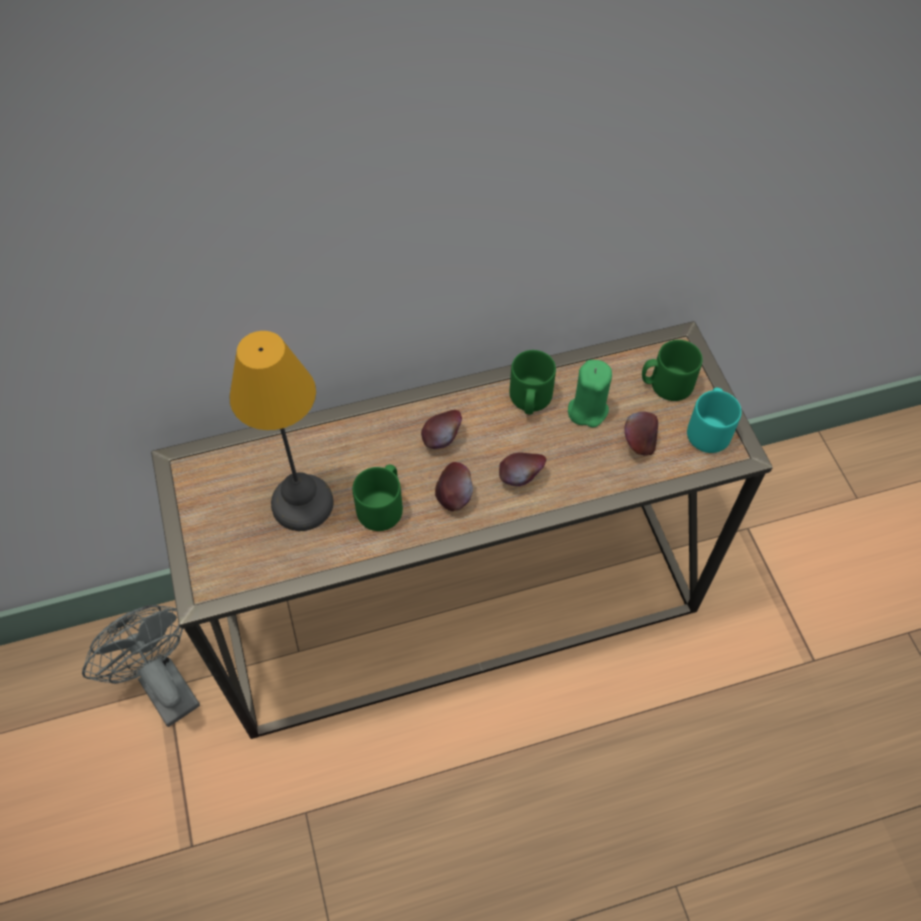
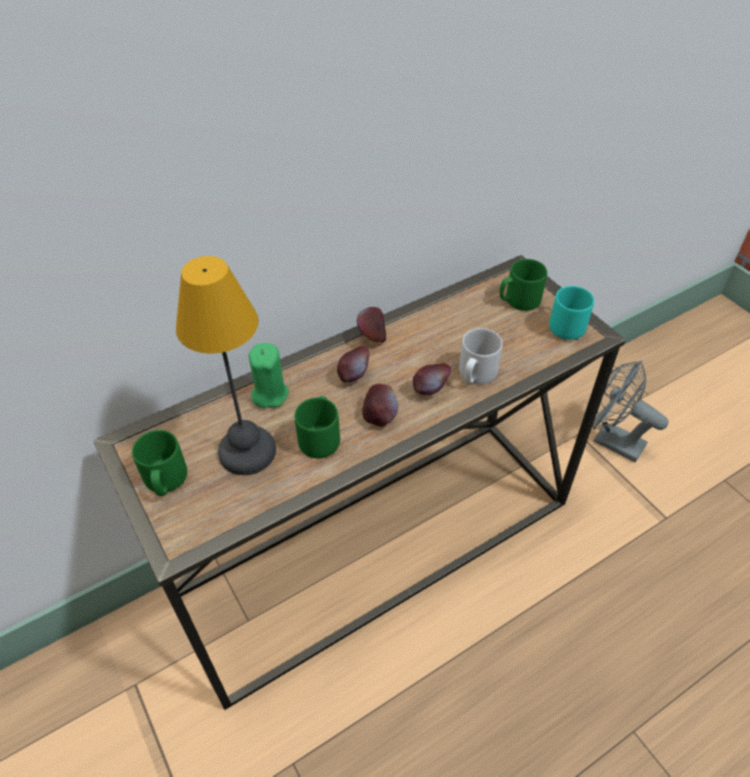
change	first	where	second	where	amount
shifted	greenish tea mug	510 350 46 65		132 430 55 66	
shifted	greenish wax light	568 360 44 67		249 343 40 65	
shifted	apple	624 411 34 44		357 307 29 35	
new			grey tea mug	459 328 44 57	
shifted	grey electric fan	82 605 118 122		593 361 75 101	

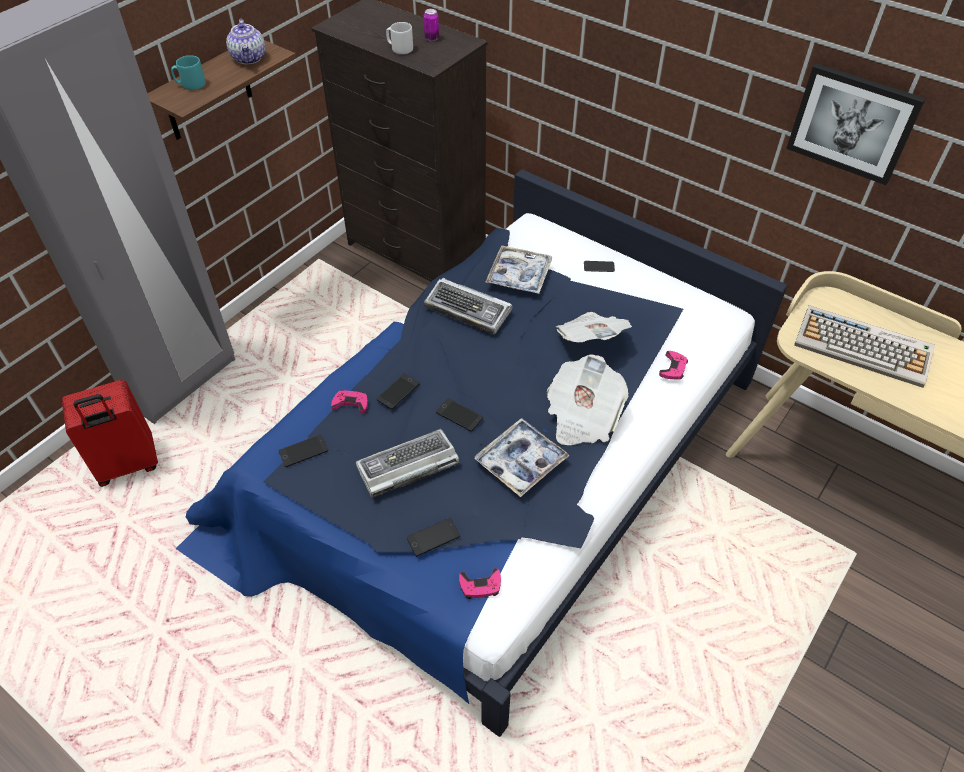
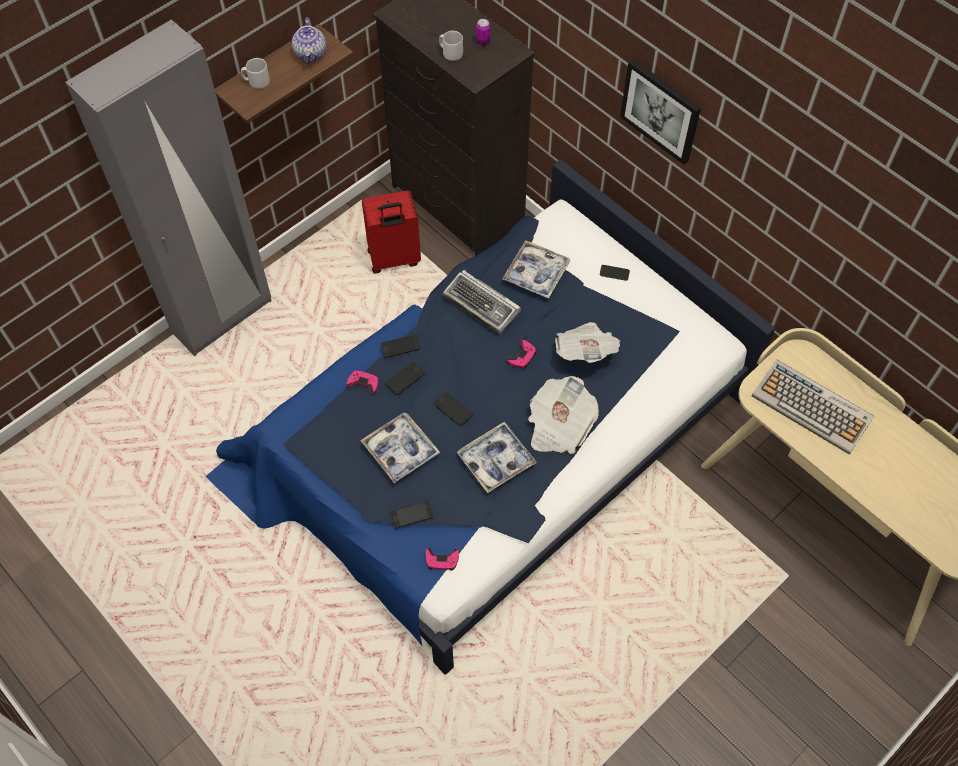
change	first	where	second	where	amount
repainted	turquoise-coloured tea mug	171 55 35 35	grey tea mug	241 58 29 31	
swapped	computer keyboard	356 429 104 69	serving tray	360 412 80 71	
shifted	red travel case	62 380 96 107		362 191 59 83	
shifted	phone	279 435 49 32		381 334 39 24	
shifted	pink-coloured game controller	659 351 29 29		507 340 30 28	
shifted	wall picture	786 63 140 122		620 59 81 106	

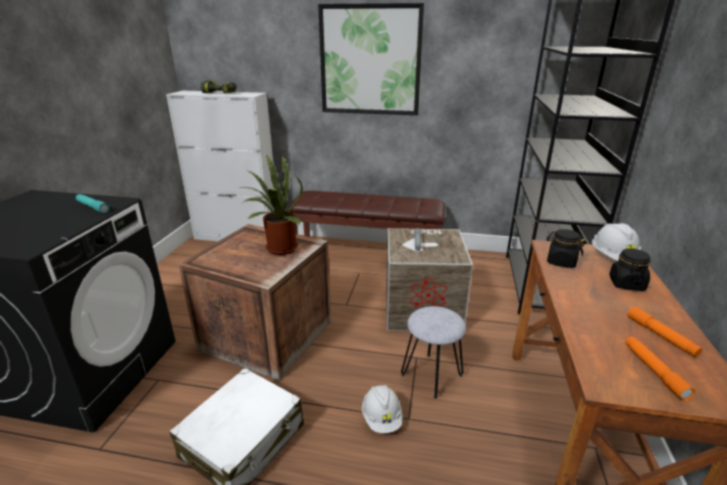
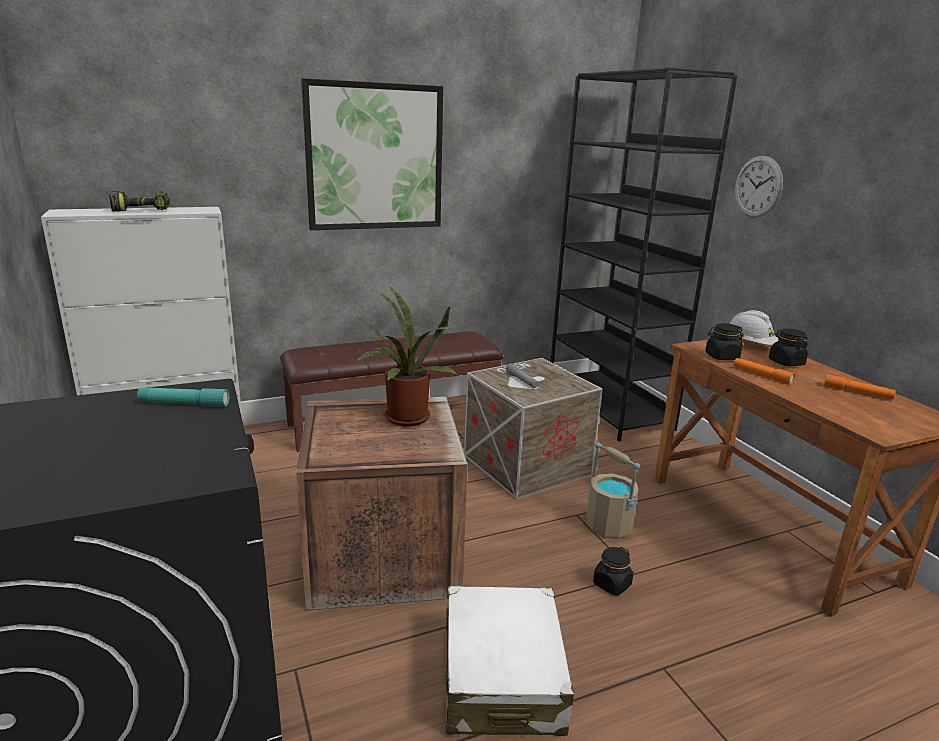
change	first	where	second	where	amount
swapped	grey stool	401 306 65 93	sand-coloured bucket	586 442 54 96	
swapped	white-coloured safety helmet	362 385 40 48	black-coloured jar	593 547 40 48	
shifted	orange flashlight	625 336 70 65		734 358 61 27	
new			wall clock	735 156 48 61	

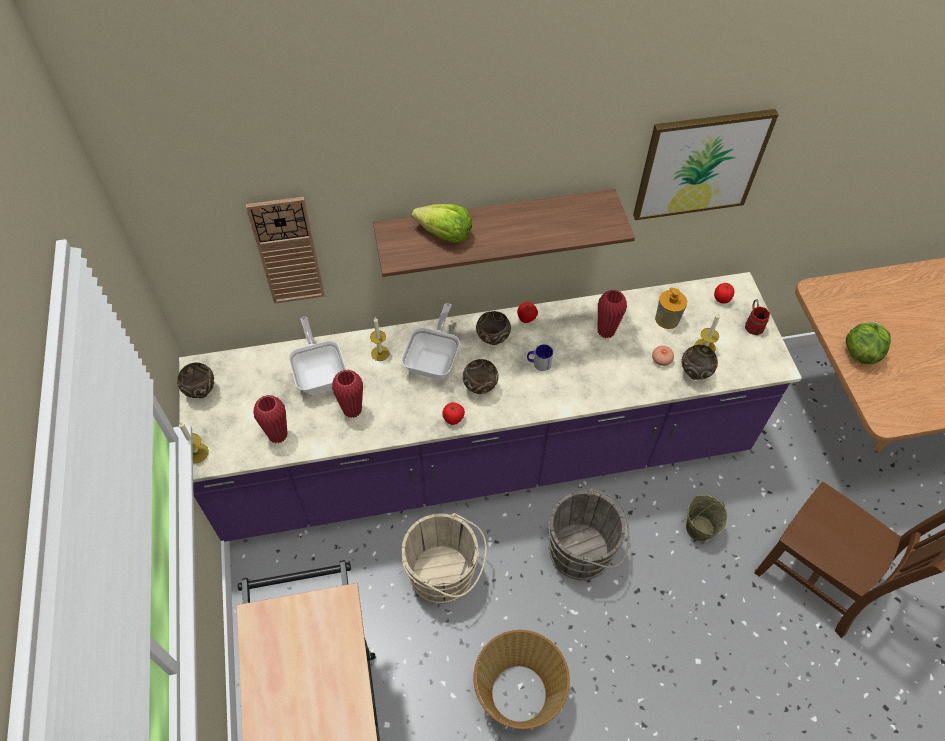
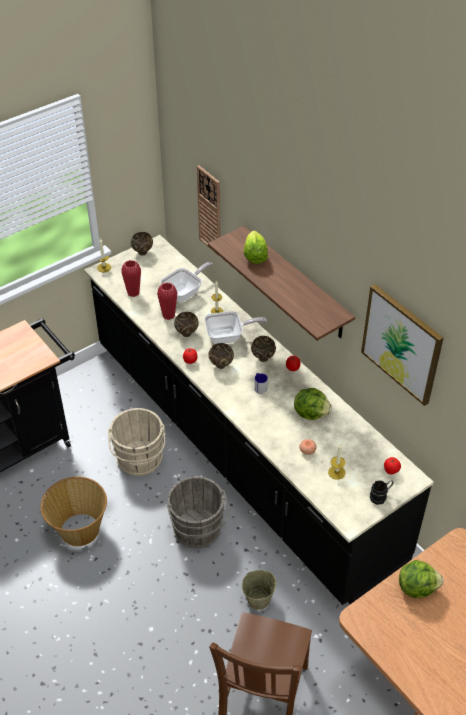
change	first	where	second	where	amount
repainted	purple-coloured kitchen counter	179 272 623 270	black-coloured kitchen counter	84 235 350 370	
shifted	brown-coloured bowl	682 345 36 35		174 312 25 25	
swapped	red flower vase	598 290 29 49	head of lettuce	294 388 38 32	
repainted	red tea mug	745 300 25 35	black-coloured tea mug	370 480 23 25	
gone	soap bottle	655 288 32 41			

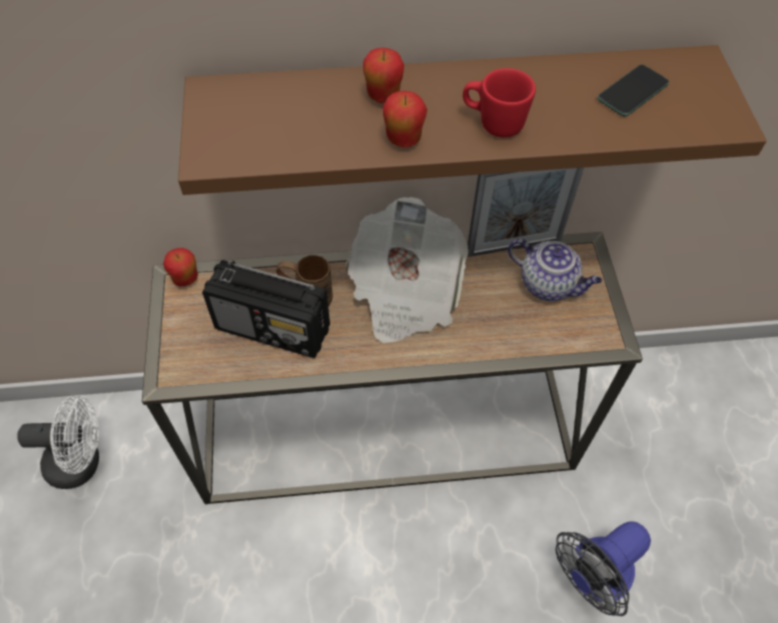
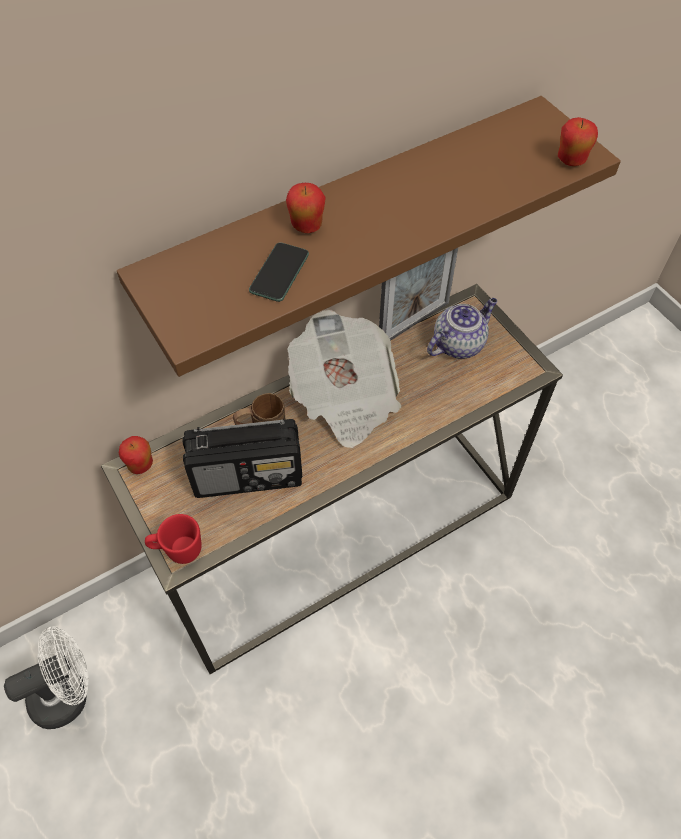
change	first	where	second	where	amount
shifted	red tea mug	463 68 73 70		145 514 57 50	
shifted	phone	597 65 72 52		249 242 60 60	
rotated	pot for tea	508 239 94 62		427 298 70 61	45 degrees counterclockwise
shifted	apple	383 91 44 56		558 117 40 49	
gone	electric fan	555 521 96 95			

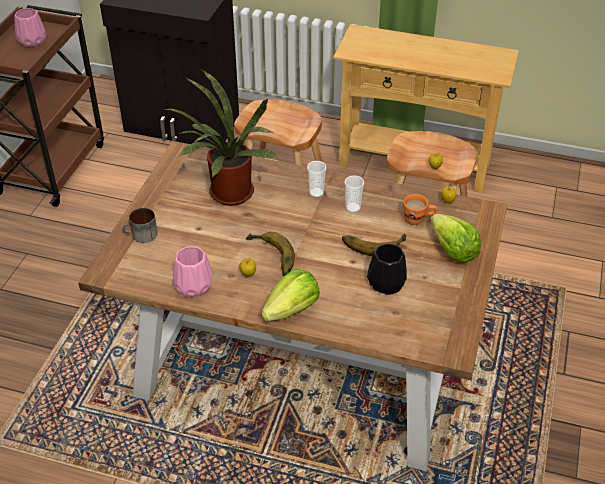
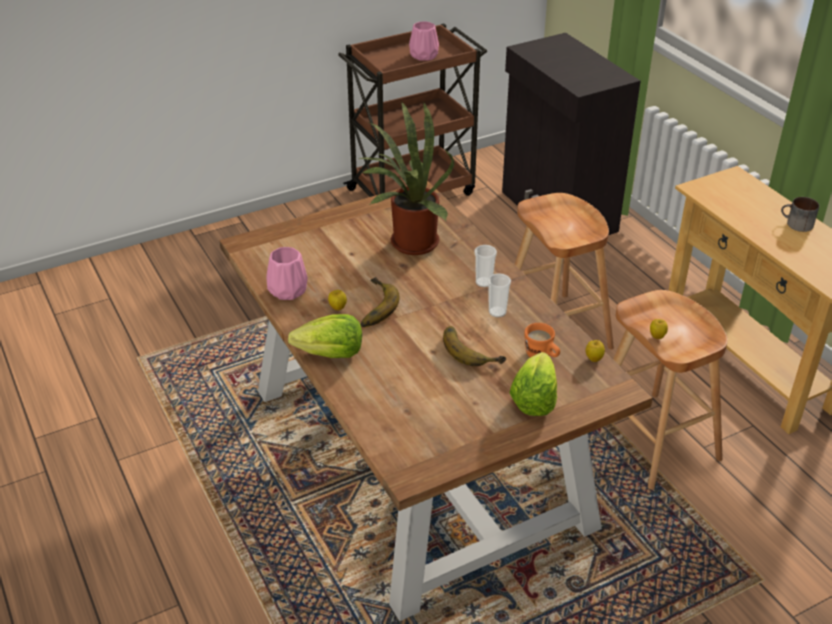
change	first	where	second	where	amount
shifted	tea mug	122 208 36 35		781 197 38 35	
gone	black-coloured flower vase	367 244 40 51			

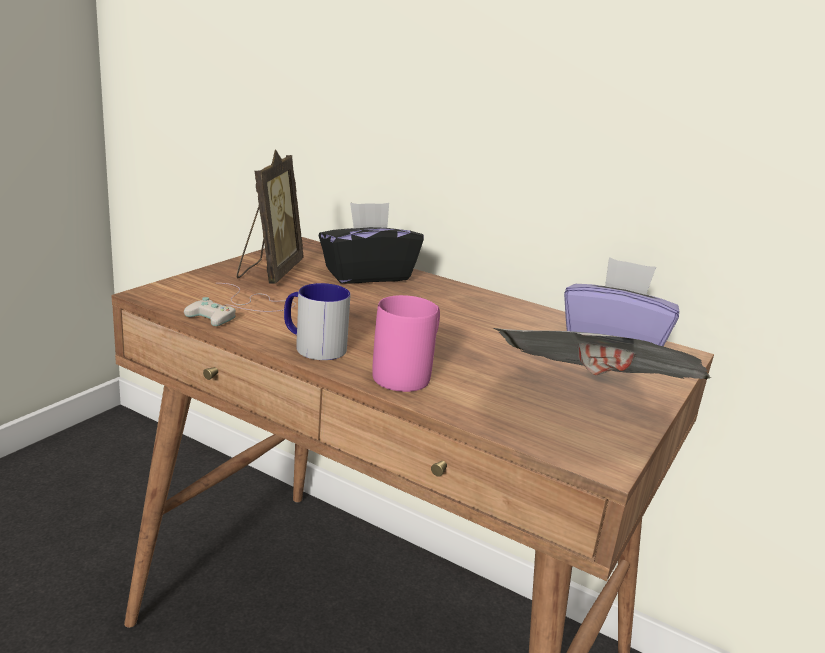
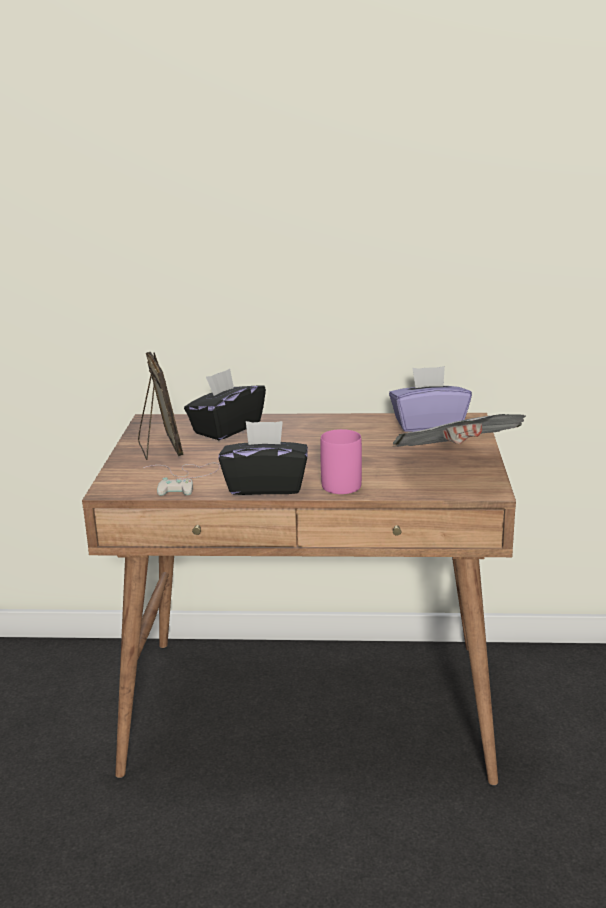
change	first	where	second	where	amount
swapped	tea mug	284 283 67 77	black-coloured tissue holder	219 421 89 74	

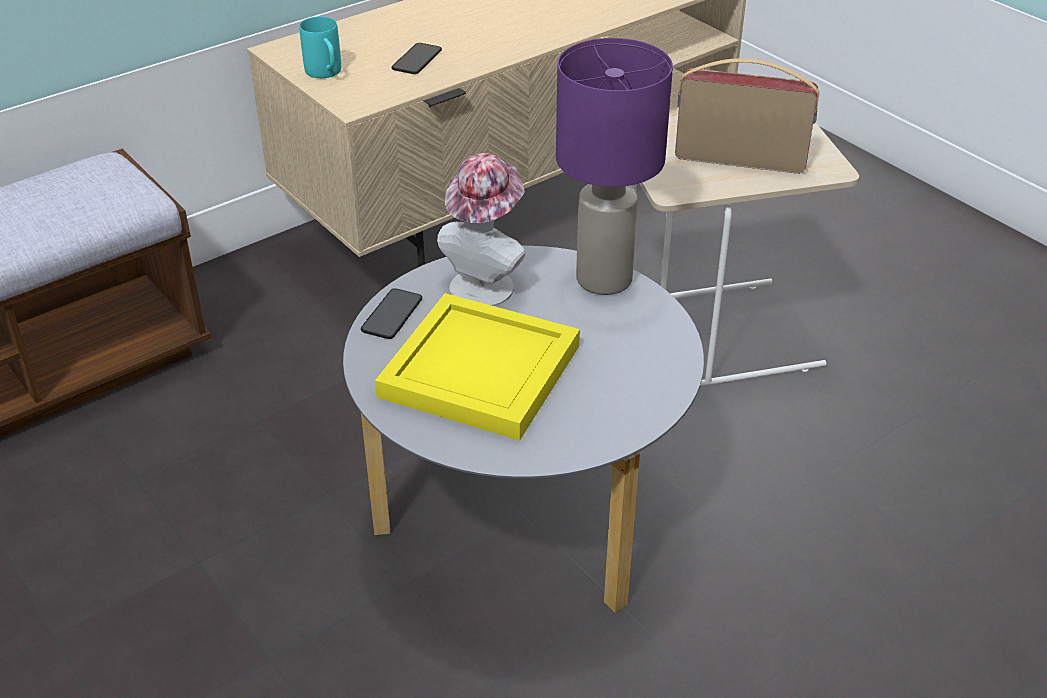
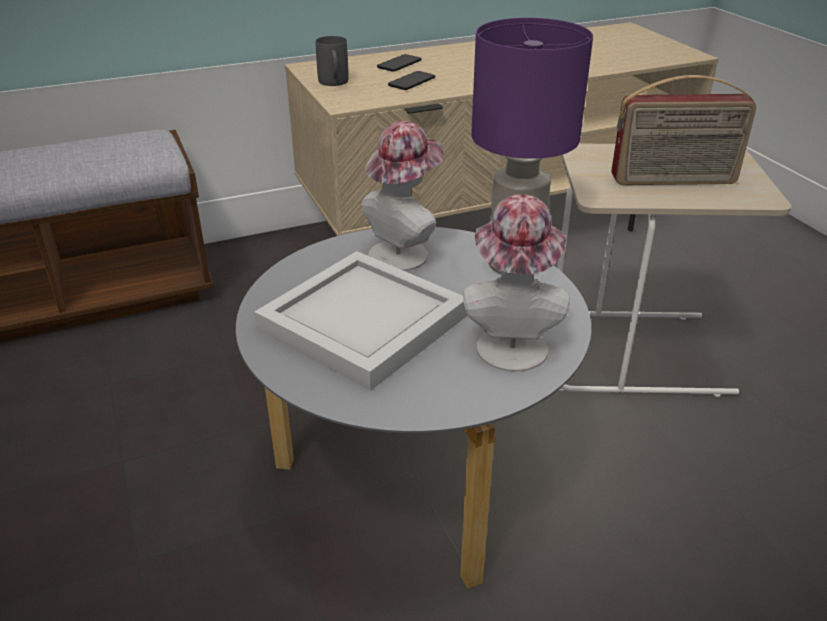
change	first	where	second	where	amount
repainted	yellow serving tray	375 293 205 148	white-coloured serving tray	254 251 213 140	
repainted	turquoise-coloured tea mug	299 17 42 61	grey tea mug	316 36 33 50	
shifted	phone	361 288 61 51		377 54 45 17	
new			wearable hat	463 194 107 178	
rotated	radio	675 58 144 116		611 75 145 110	150 degrees clockwise

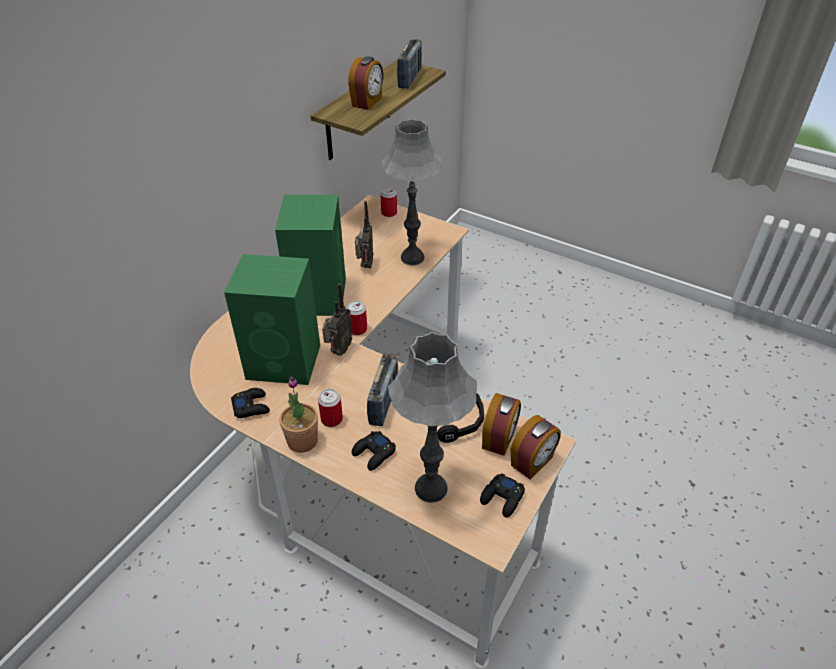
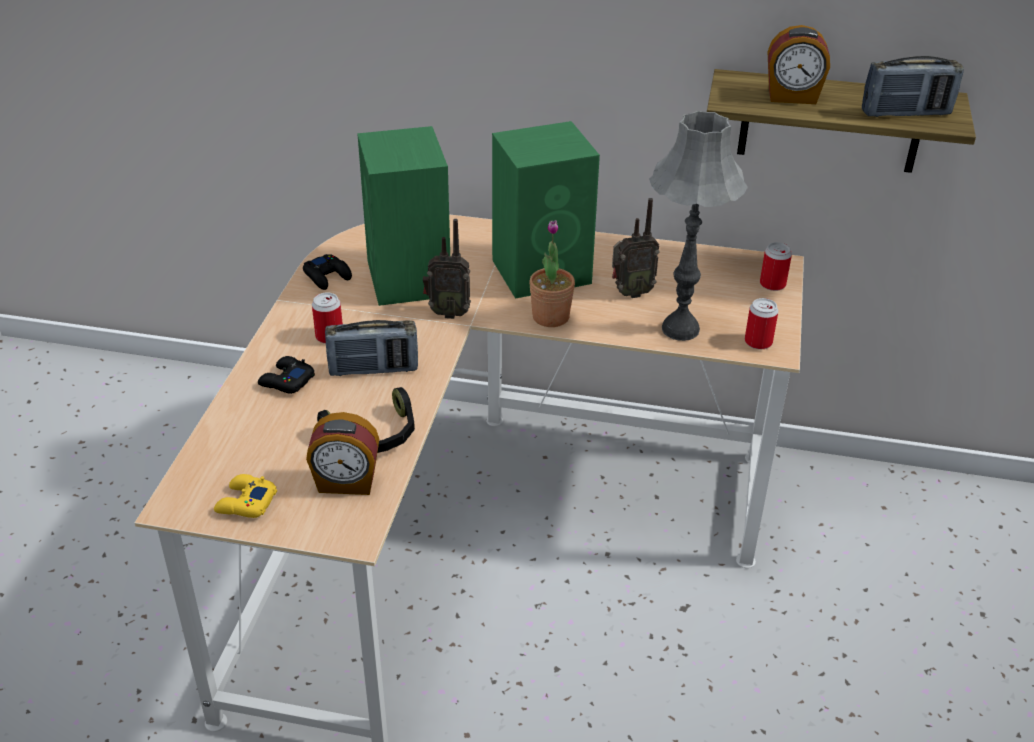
change	first	where	second	where	amount
repainted	black-coloured game controller	480 473 45 45	yellow game controller	214 474 63 44	
shifted	plant in a pot	280 377 38 76		529 220 46 107	
shifted	can	346 300 21 35		745 298 33 51	
gone	grey lamp for a table	388 332 89 171			
gone	alarm clock	510 415 51 64			

